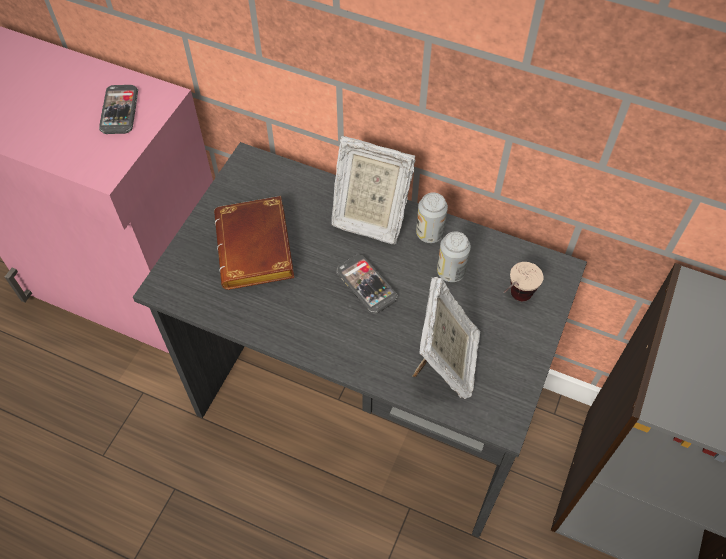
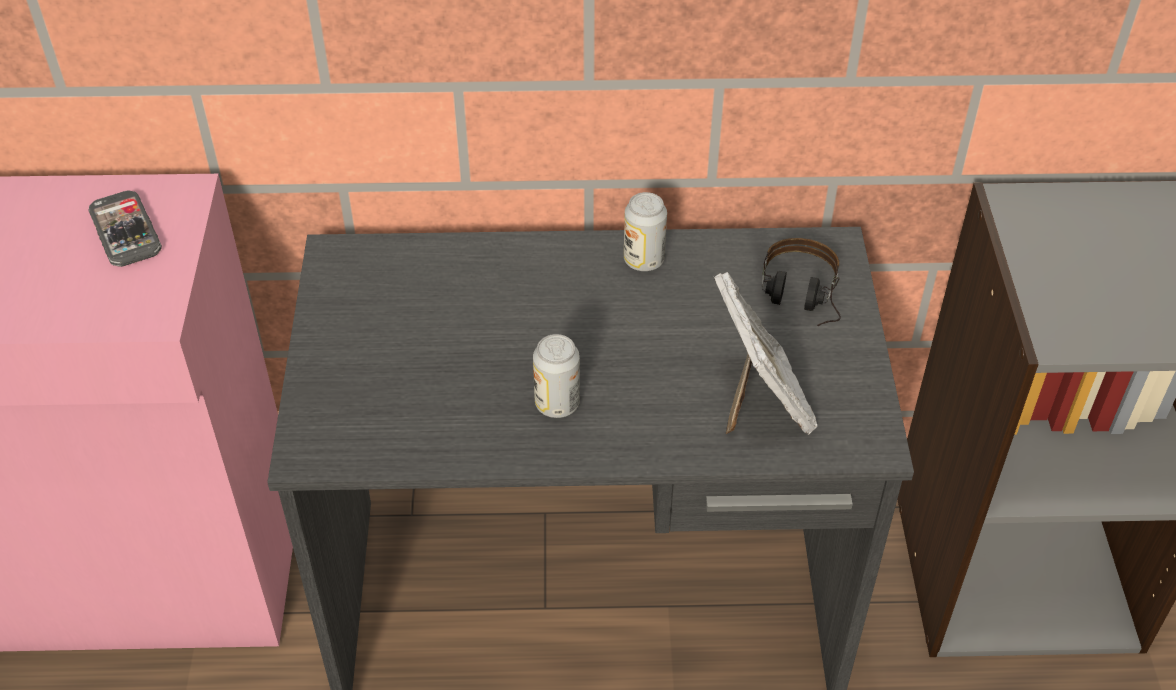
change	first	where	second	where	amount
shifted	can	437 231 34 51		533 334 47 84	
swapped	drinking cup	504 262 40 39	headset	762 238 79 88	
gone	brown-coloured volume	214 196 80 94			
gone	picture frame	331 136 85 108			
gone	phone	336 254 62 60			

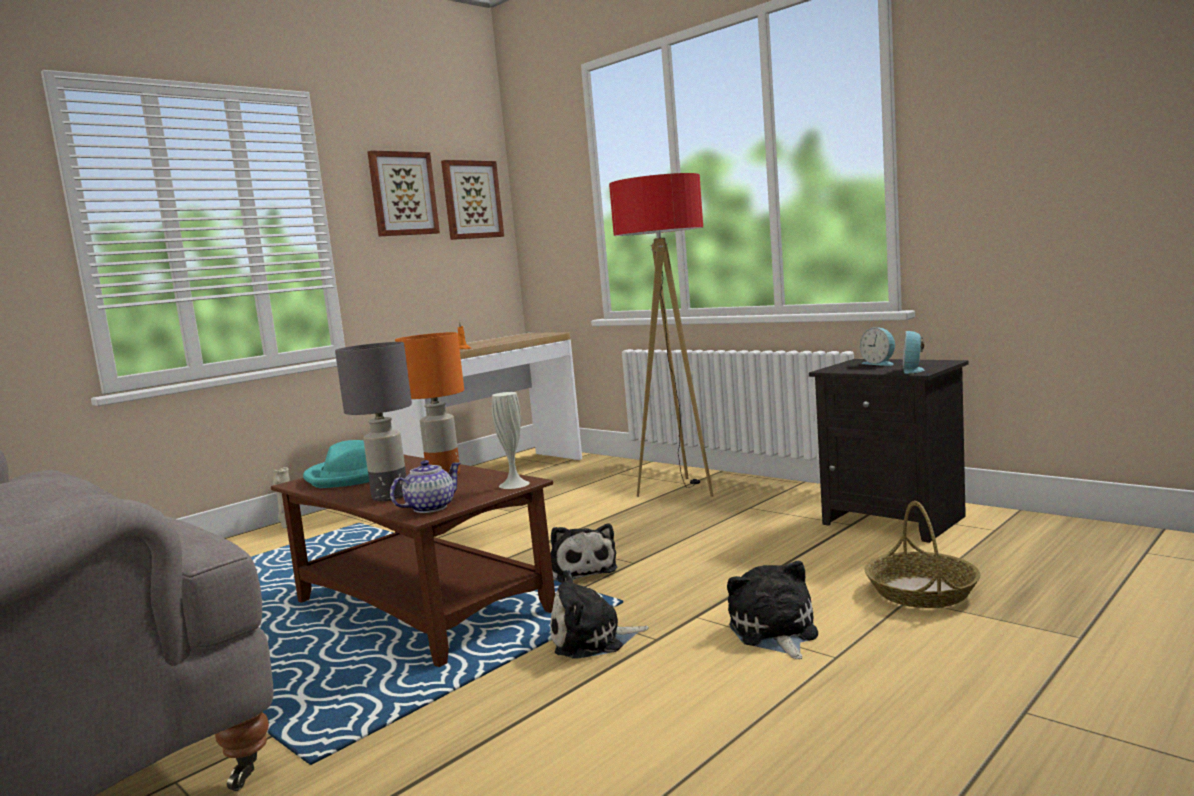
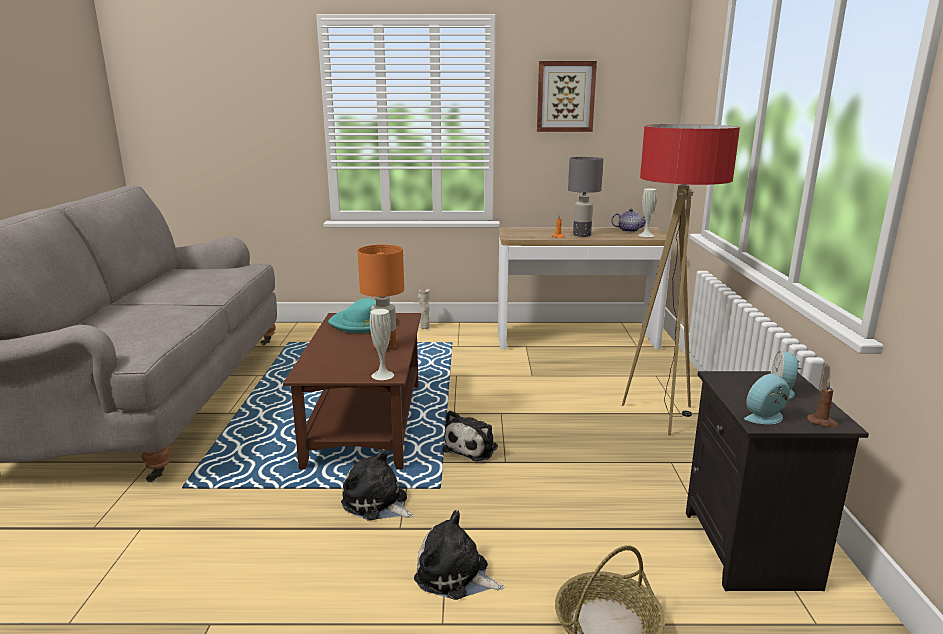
change	first	where	second	where	amount
rotated	plush toy	727 561 91 98		414 510 91 90	105 degrees counterclockwise
shifted	grey lamp for a table	335 342 77 159		568 157 35 80	
shifted	pot for tea	390 460 71 53		611 209 35 23	
new			white-coloured flower vase	639 188 18 49	
new			brown-coloured wax light	807 381 32 47	
gone	wall picture	441 160 63 80			

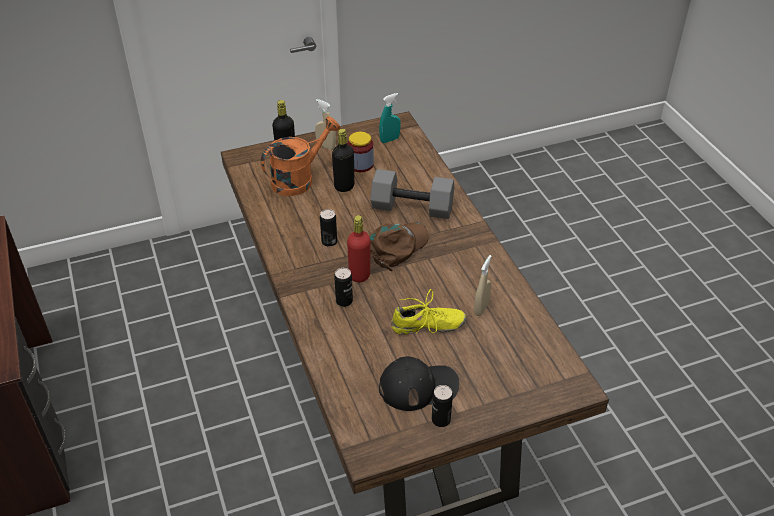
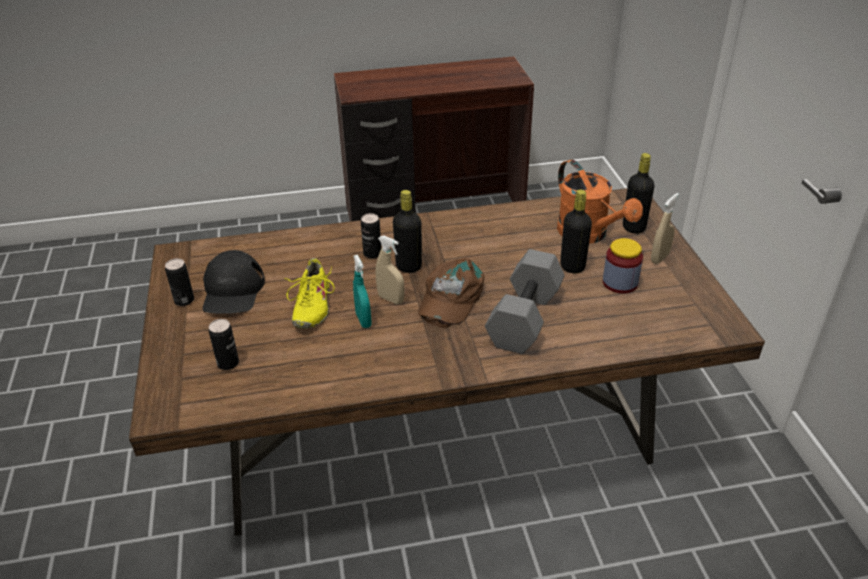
change	first	where	second	where	amount
shifted	can	320 209 17 37		209 319 30 51	
shifted	turquoise-coloured hand sprayer	379 93 22 50		353 255 18 73	
shifted	sand-coloured hand sprayer	474 255 18 61		376 235 28 69	
repainted	red drink bottle	347 215 23 67	black-coloured drink bottle	393 190 29 83	
rotated	brown-coloured baseball cap	369 222 60 49		418 258 67 70	60 degrees clockwise

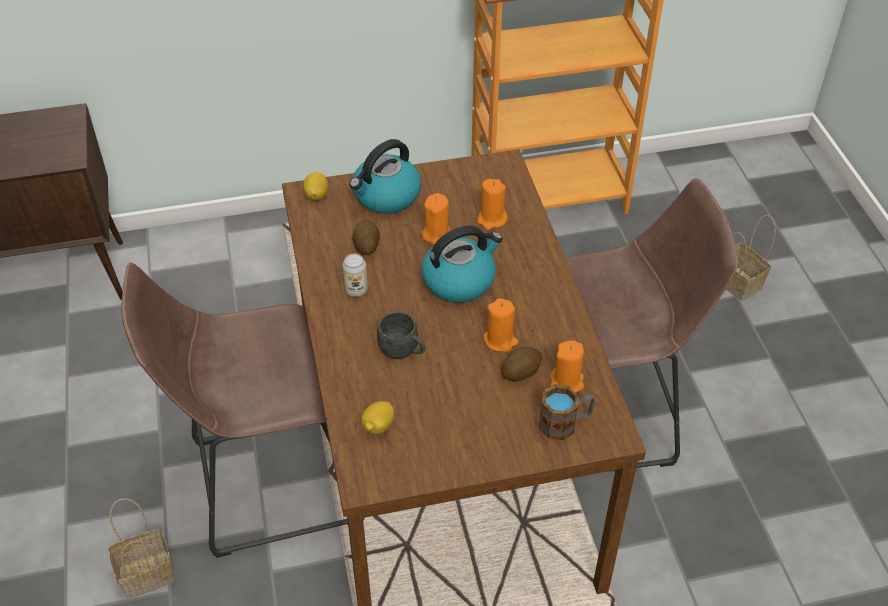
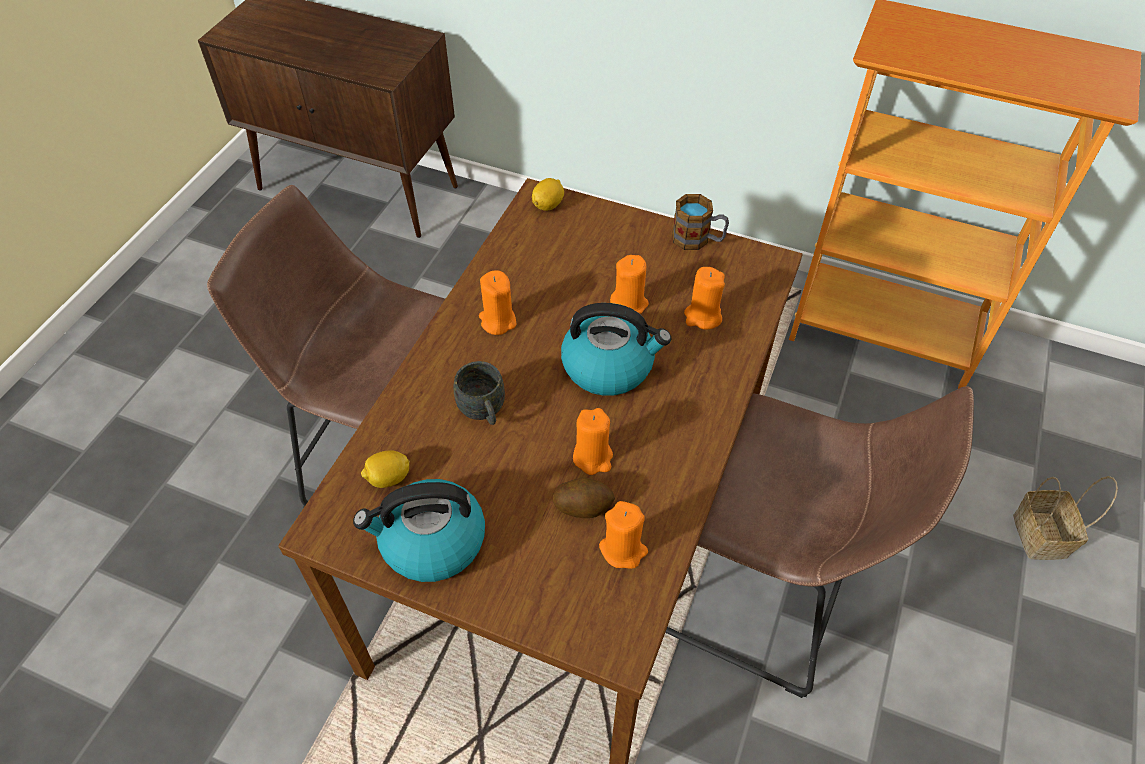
change	first	where	second	where	amount
shifted	kettle	349 139 72 75		353 479 132 103	
swapped	can	342 254 26 43	orange wax light	479 270 37 65	
shifted	tea mug	539 384 56 56		672 194 57 56	
gone	household basket	108 498 67 100			
gone	whole potato	352 220 28 35			

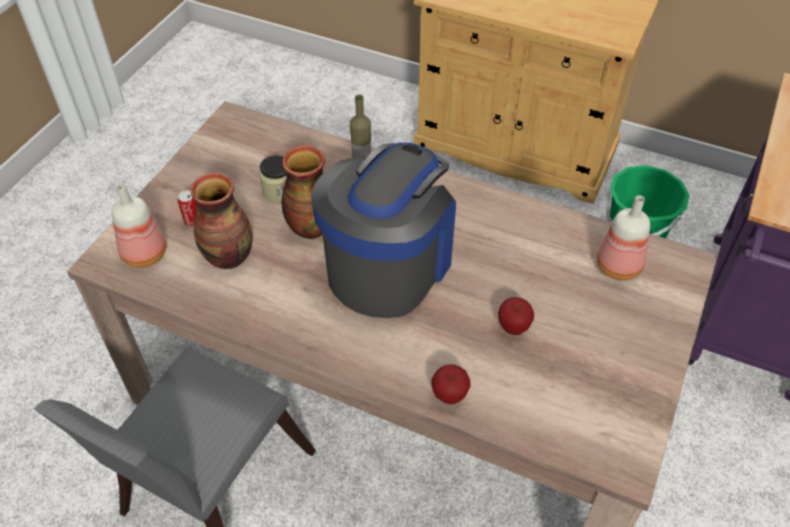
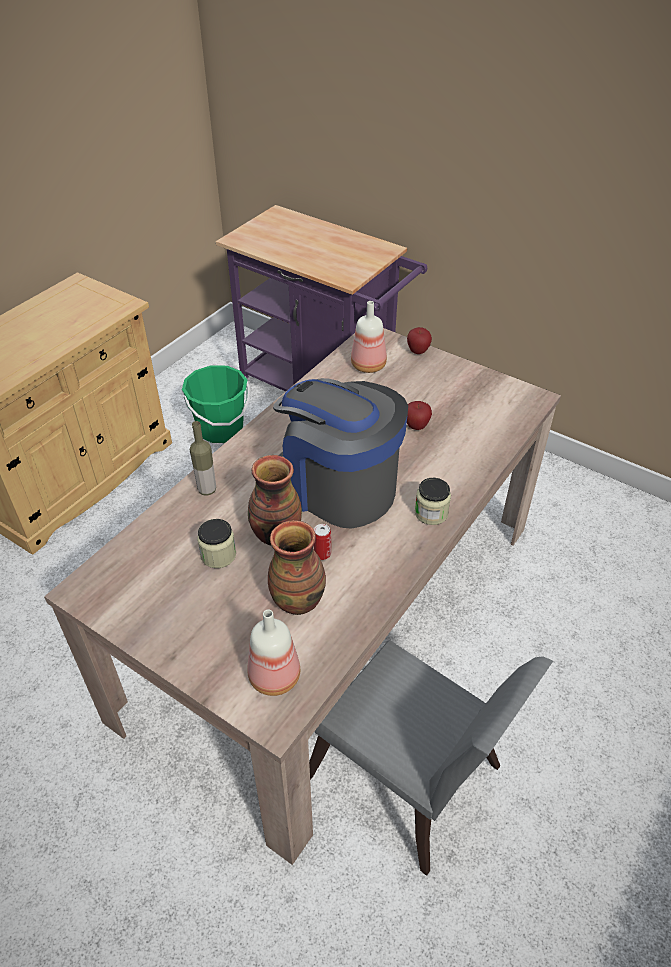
change	first	where	second	where	amount
shifted	can	178 190 19 37		314 524 17 36	
shifted	apple	431 364 40 40		407 327 25 27	
new			jar	415 478 36 47	

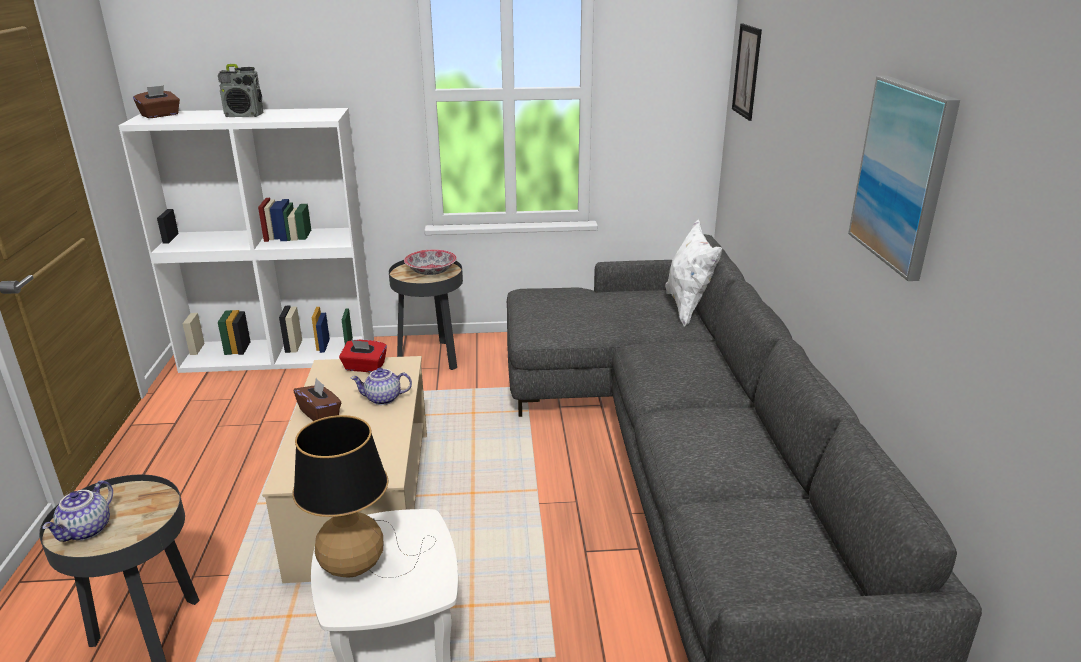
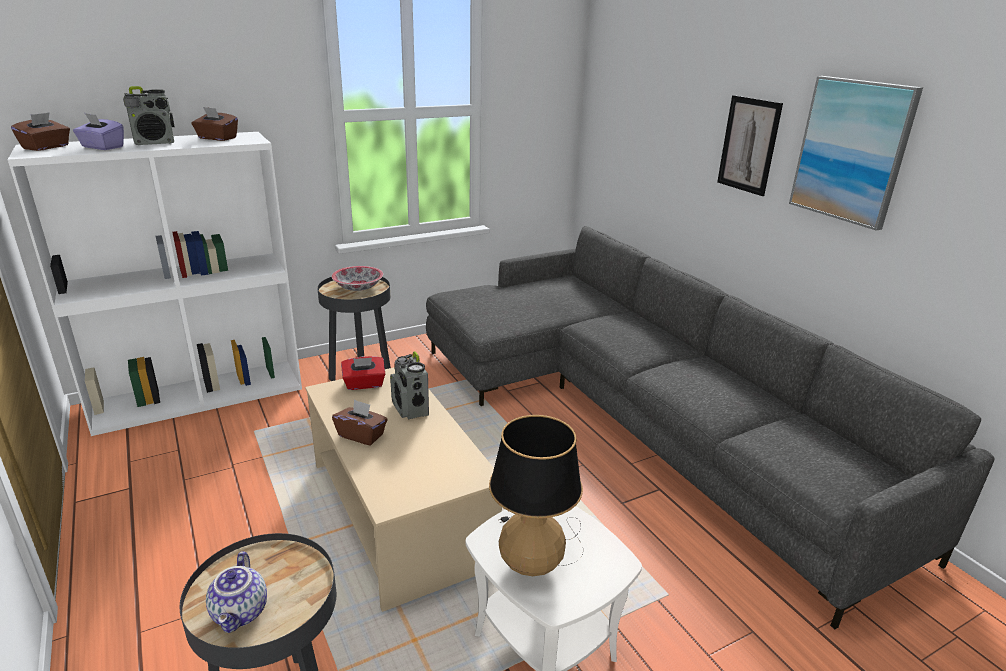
change	first	where	second	where	amount
new			purple-coloured tissue holder	73 113 51 37	
new			brown-coloured tissue holder	191 107 47 34	
swapped	pot for tea	351 368 61 37	radio	390 351 39 68	
shifted	wall picture	732 24 30 97		717 95 66 101	
gone	white-coloured throw pillow	665 219 57 108			

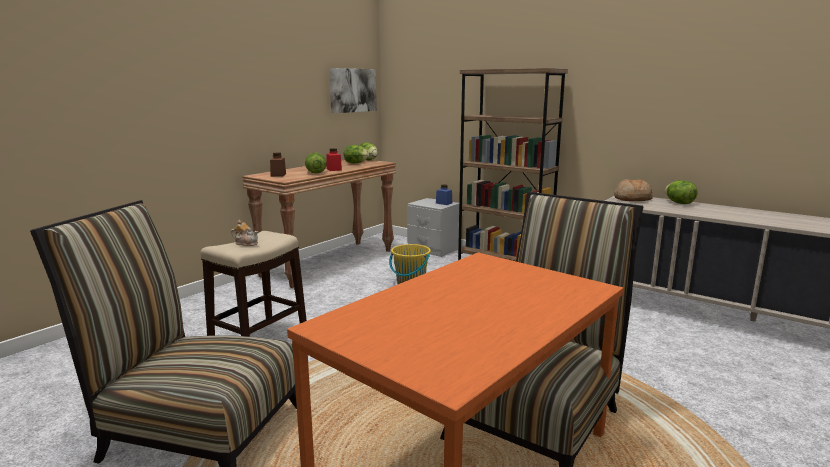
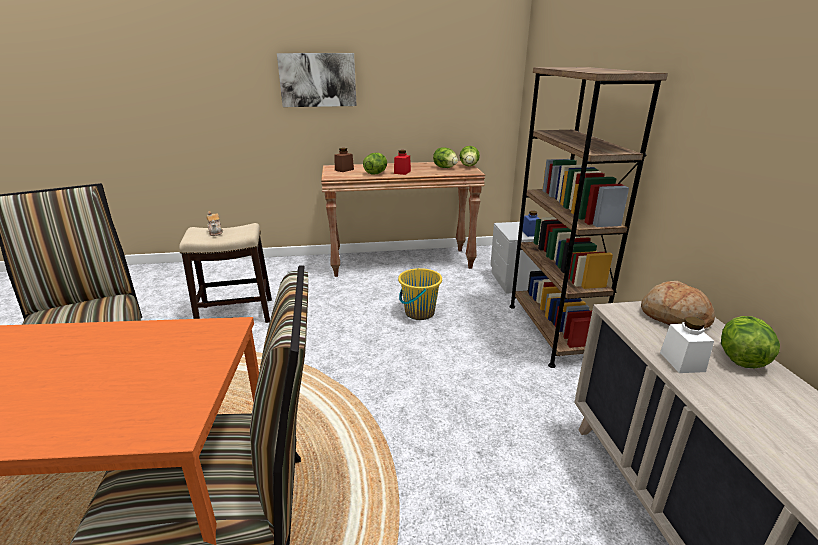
change	first	where	second	where	amount
shifted	wall picture	329 68 48 45		277 53 80 54	
new			white-coloured jar	660 316 54 57	

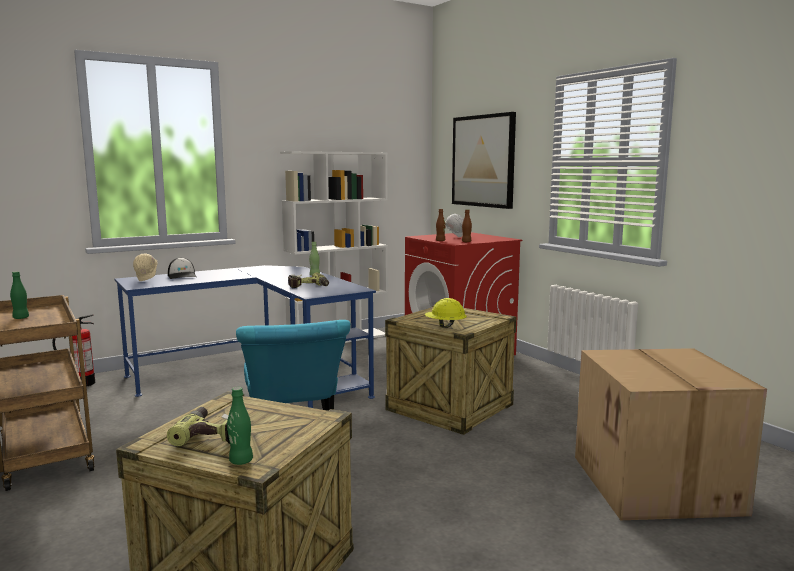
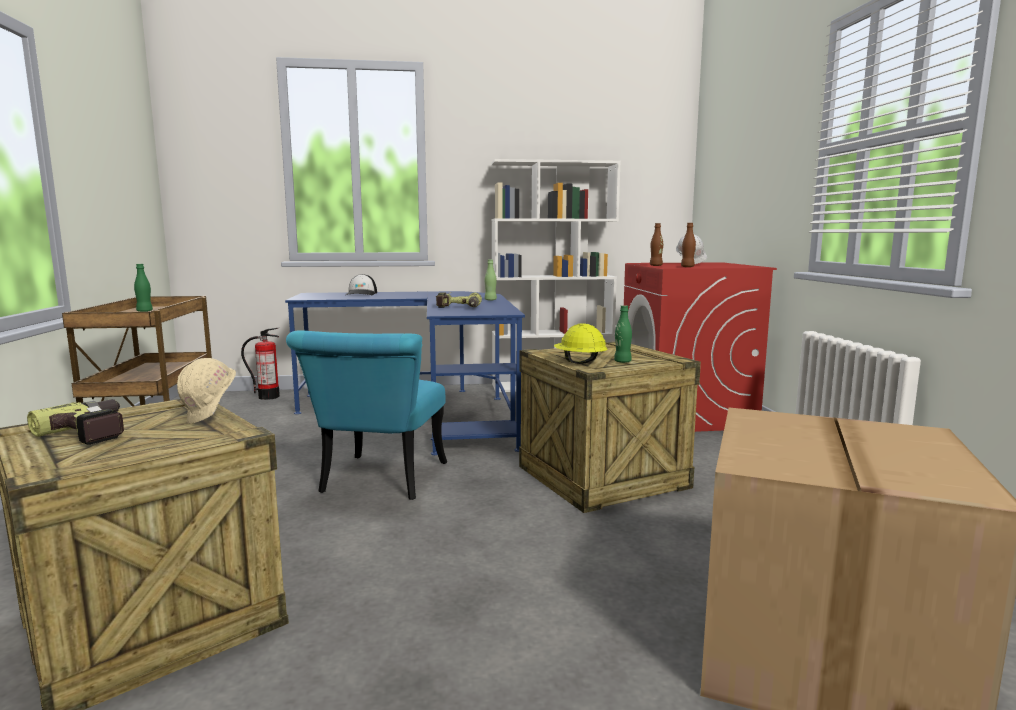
change	first	where	second	where	amount
shifted	sand-coloured safety helmet	133 253 25 28		177 358 59 65	
shifted	greenish drink bottle	227 387 26 78		614 305 18 58	
gone	wall picture	452 112 64 97			

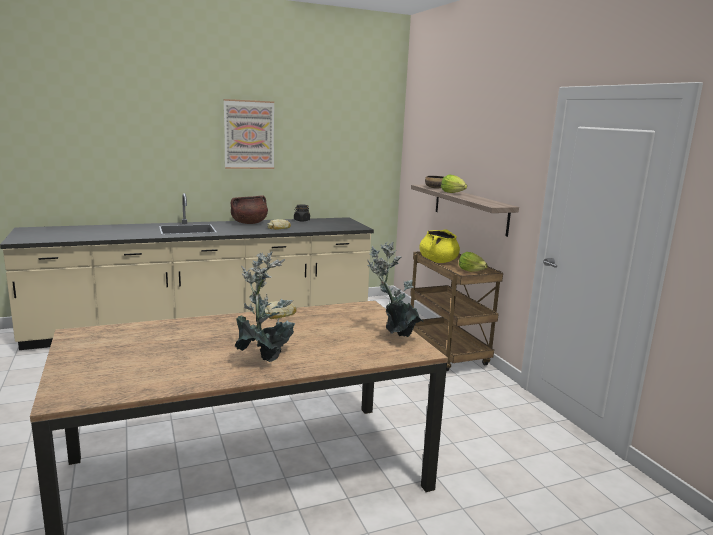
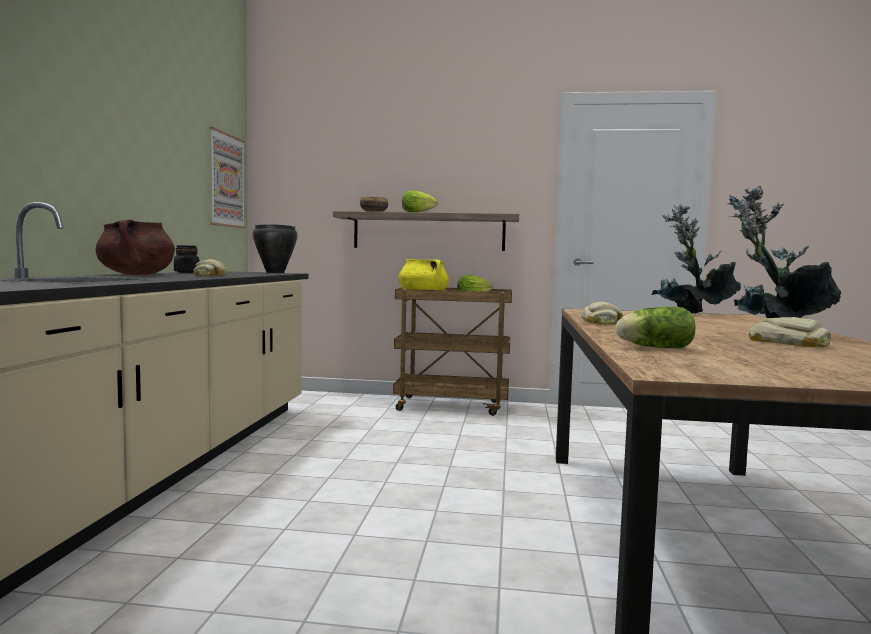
change	first	where	second	where	amount
shifted	wall picture	224 99 50 70		209 127 37 101	
new			black-coloured saucepot	253 224 45 49	
new			head of lettuce	616 307 80 41	
new			bread	749 317 82 30	

